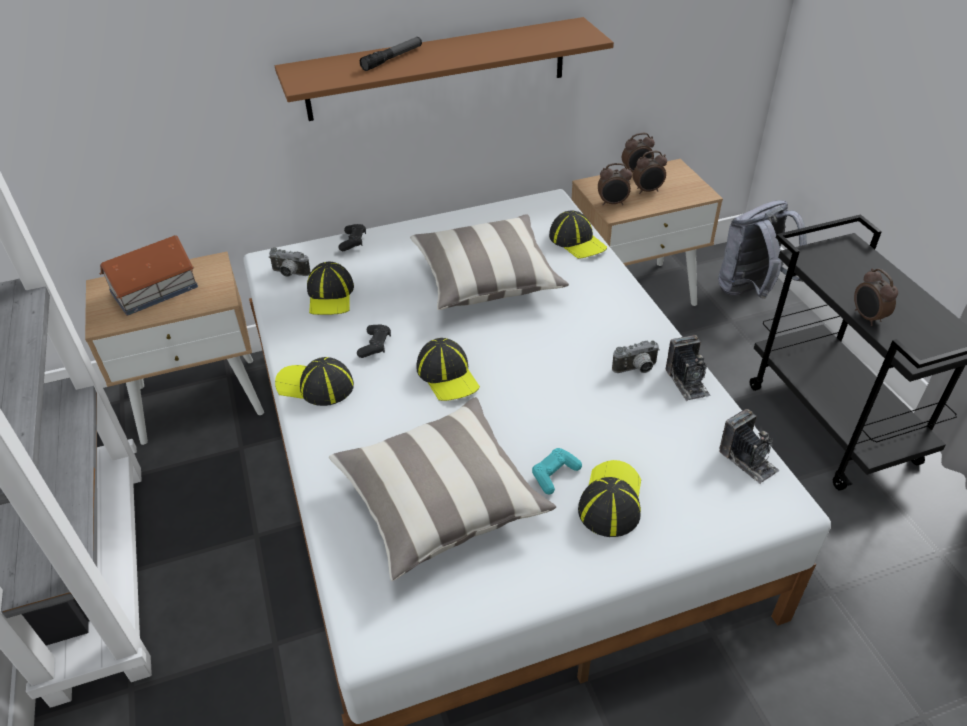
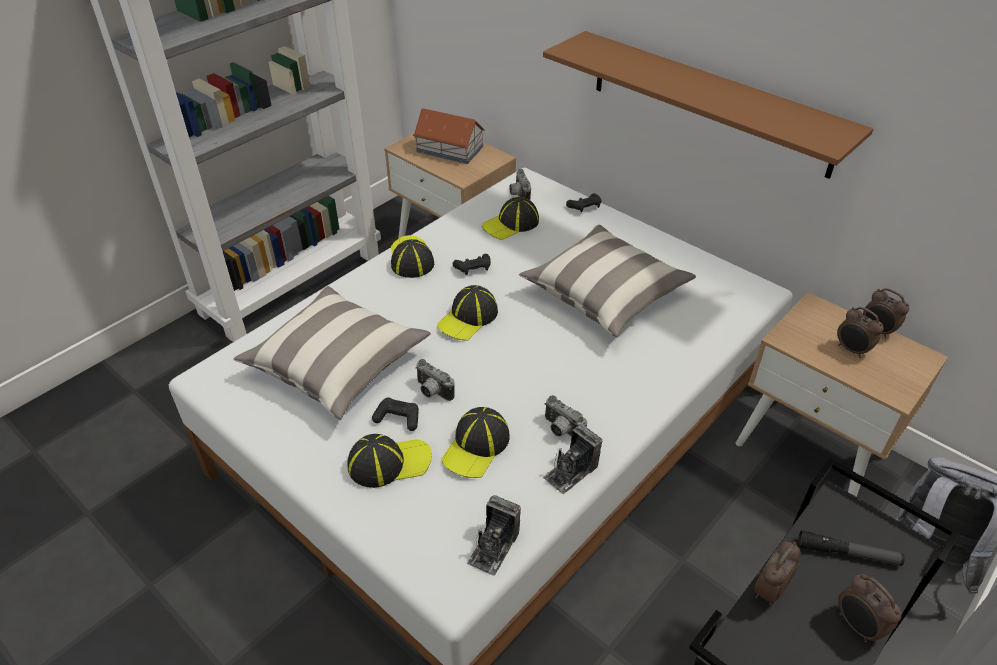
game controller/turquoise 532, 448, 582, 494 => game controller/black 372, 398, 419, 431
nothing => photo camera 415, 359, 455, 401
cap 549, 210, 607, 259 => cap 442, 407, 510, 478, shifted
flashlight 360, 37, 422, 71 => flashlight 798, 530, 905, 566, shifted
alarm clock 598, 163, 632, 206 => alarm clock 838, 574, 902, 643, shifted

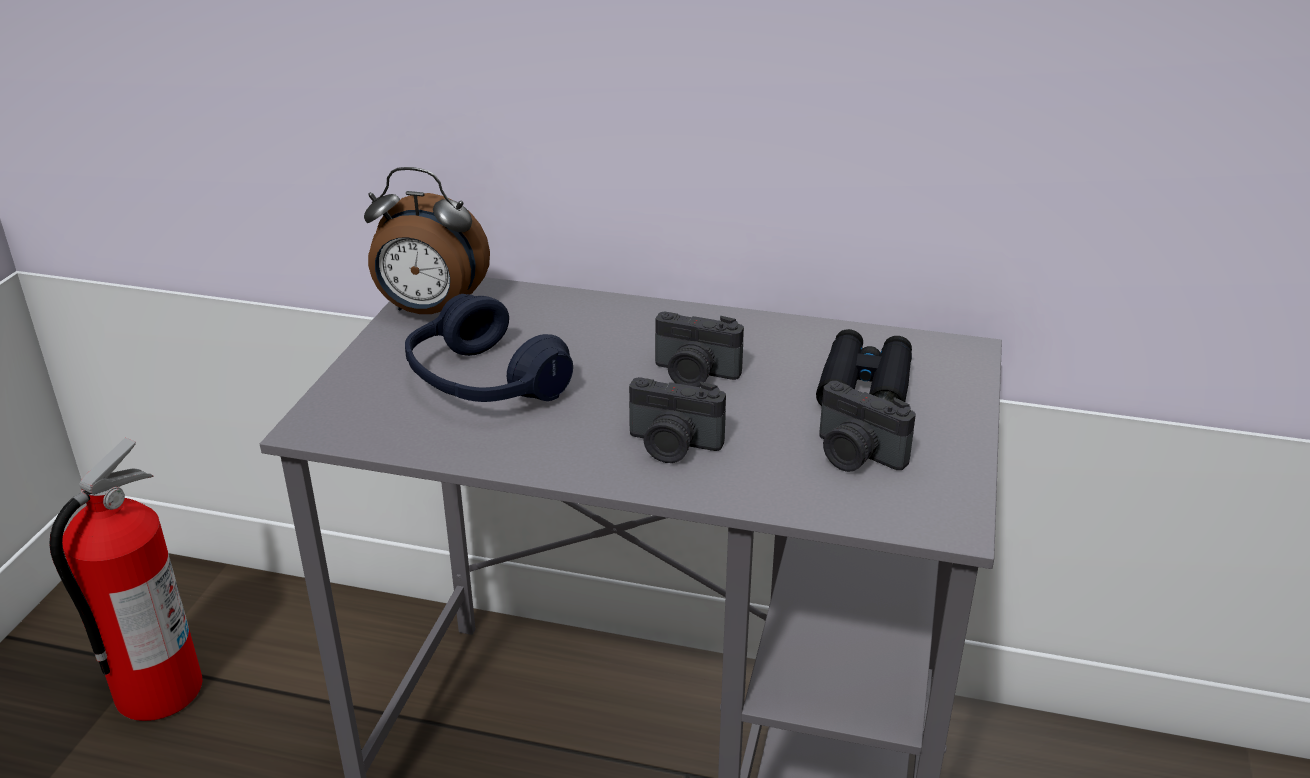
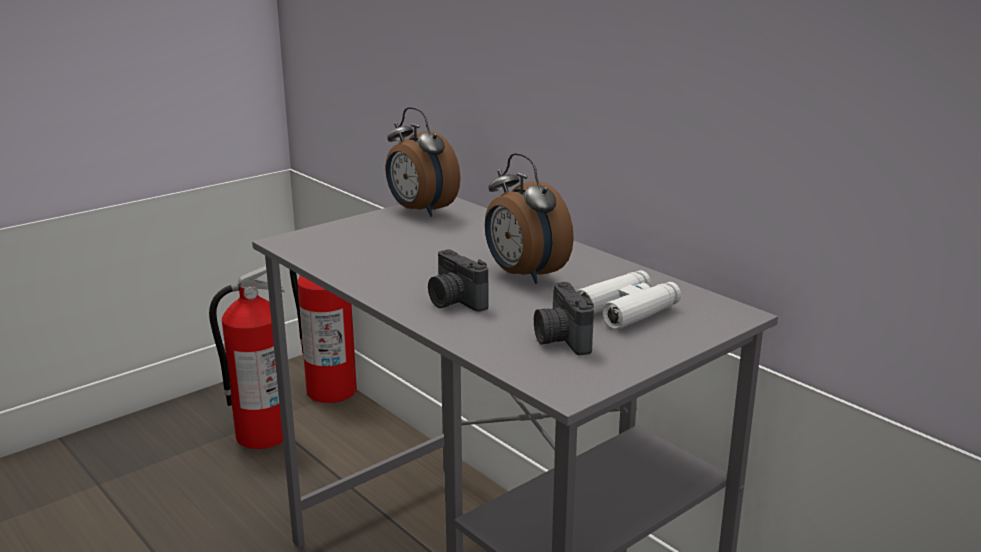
nothing => fire extinguisher 290, 270, 357, 403
photo camera 655, 311, 744, 387 => alarm clock 485, 153, 574, 284
binoculars/black 816, 329, 912, 406 => binoculars/white 576, 270, 681, 330
headphones/blue 405, 294, 573, 402 => nothing

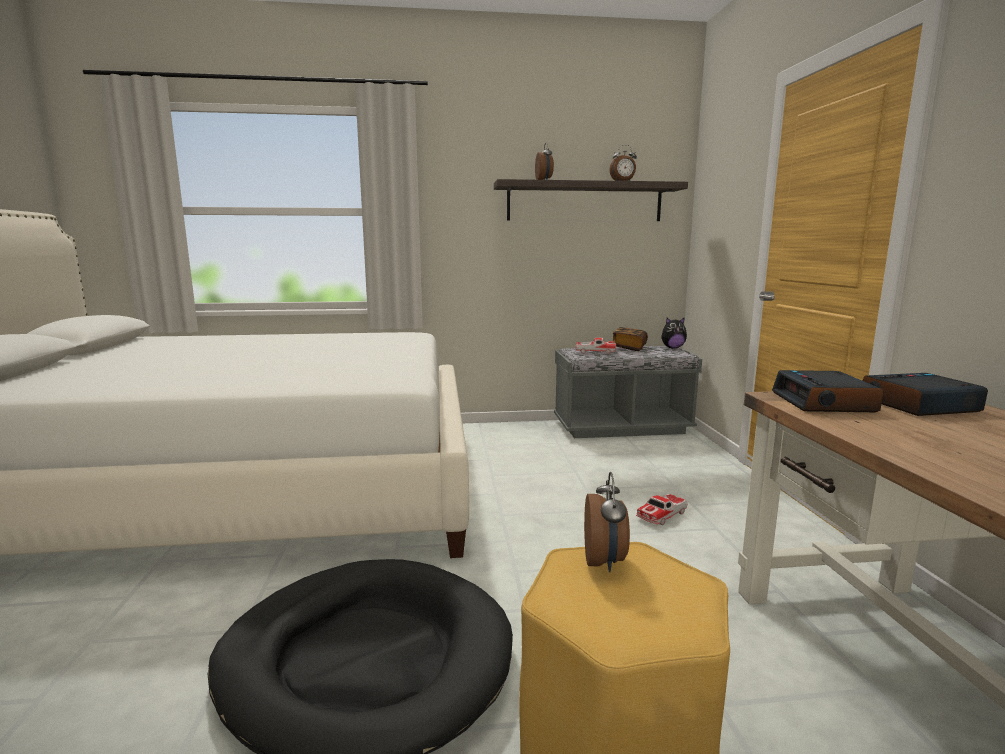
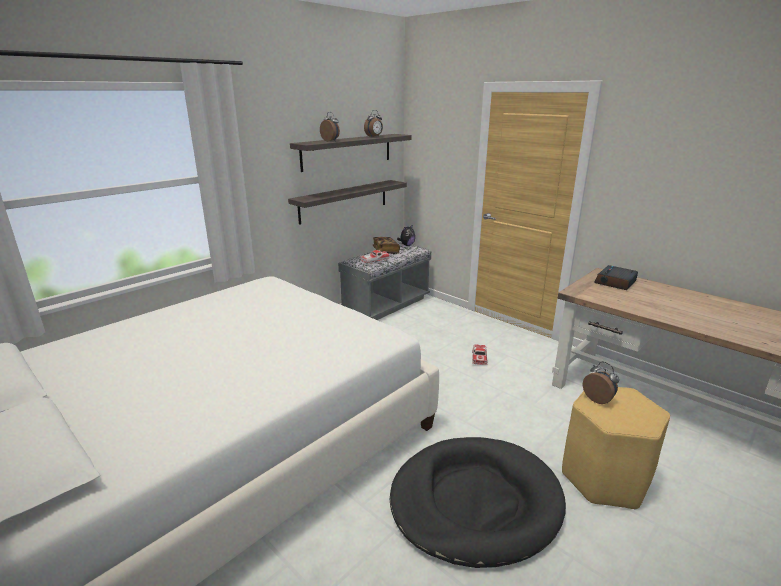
nothing => shelf 288, 180, 407, 225
alarm clock 772, 370, 884, 412 => nothing

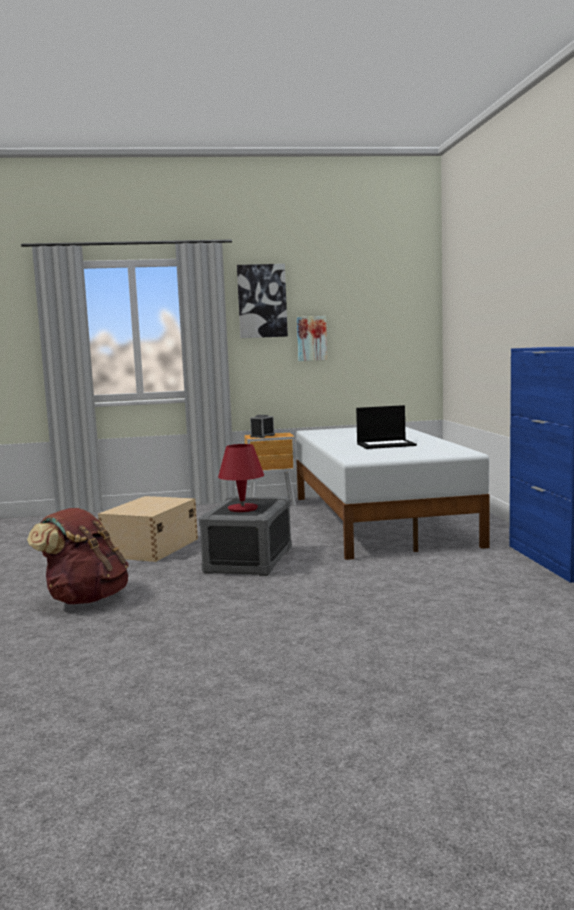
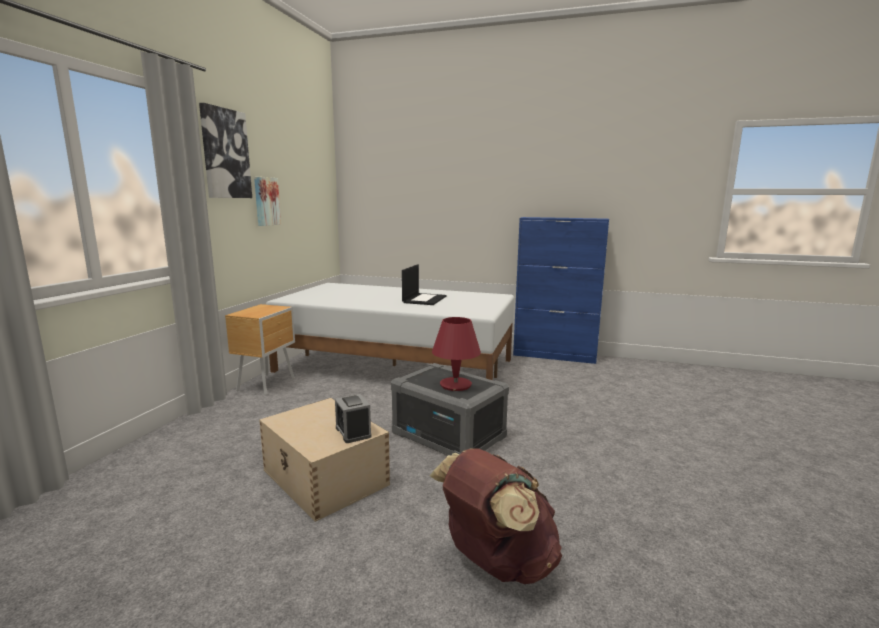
alarm clock 250, 415, 275, 438 => alarm clock 335, 394, 372, 443, shifted

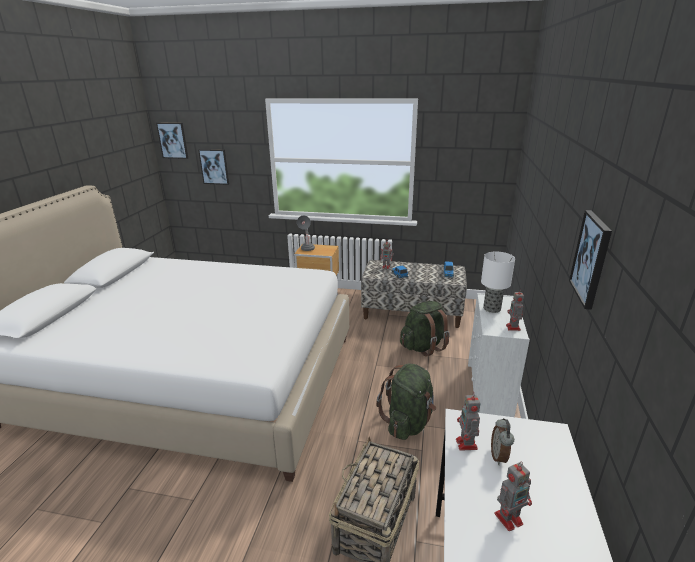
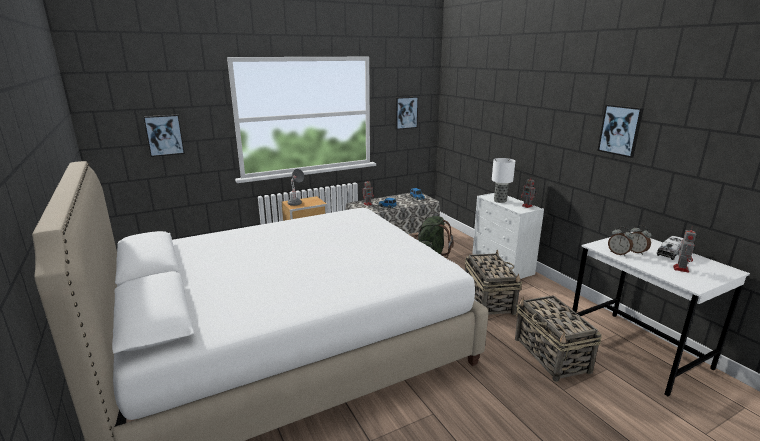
picture 156, 123, 188, 159 => picture 396, 97, 418, 130, shifted
backpack/green 376, 364, 436, 440 => basket 465, 249, 522, 315
toy robot 456, 395, 480, 451 => alarm clock 608, 227, 634, 256
nothing => toy truck 657, 236, 684, 260

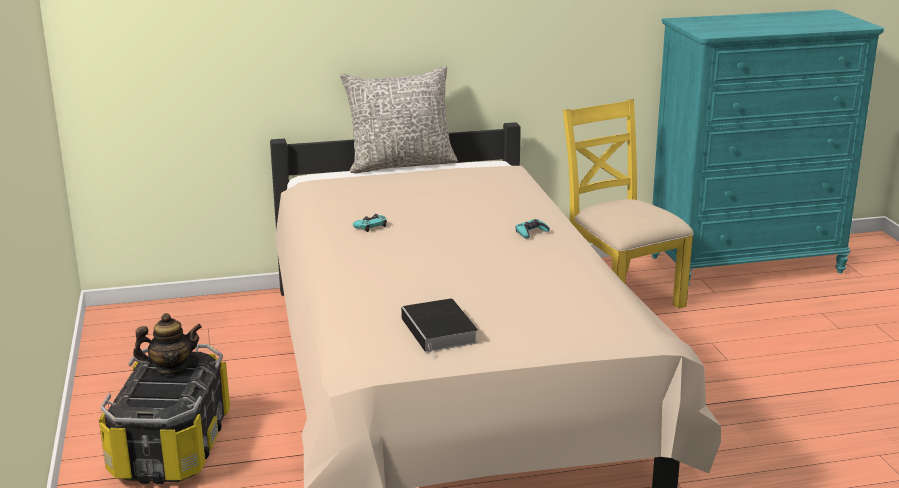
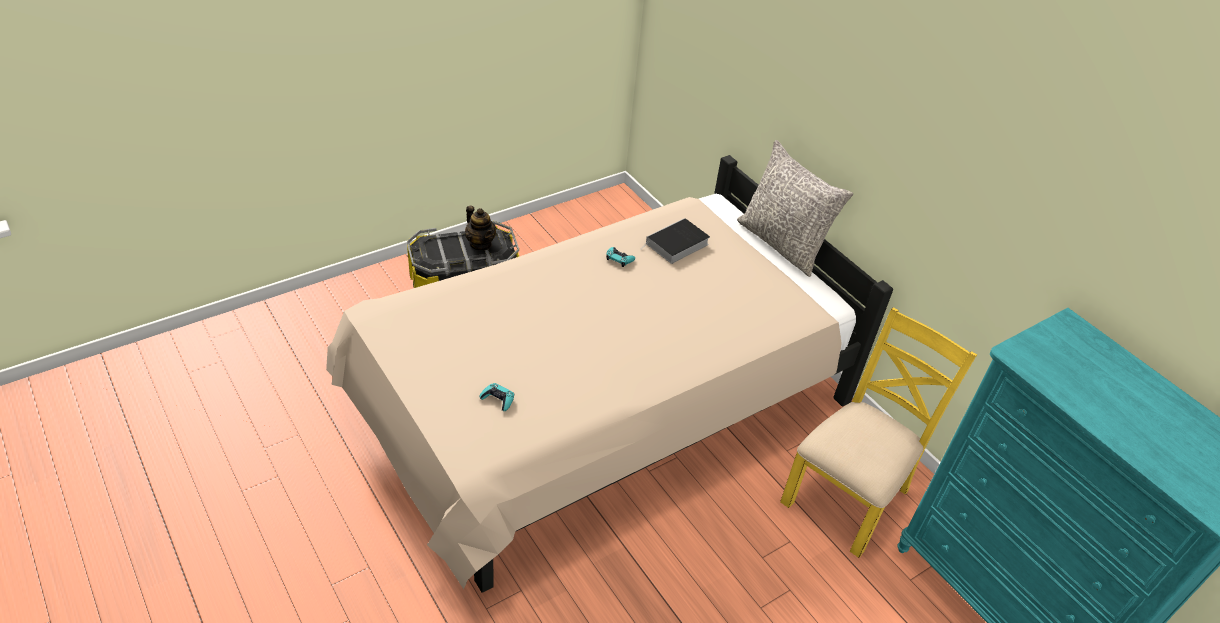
game controller/turquoise 515, 219, 550, 239 => game controller/turquoise 480, 383, 514, 411, shifted
book 401, 298, 478, 358 => book 640, 218, 710, 264, shifted

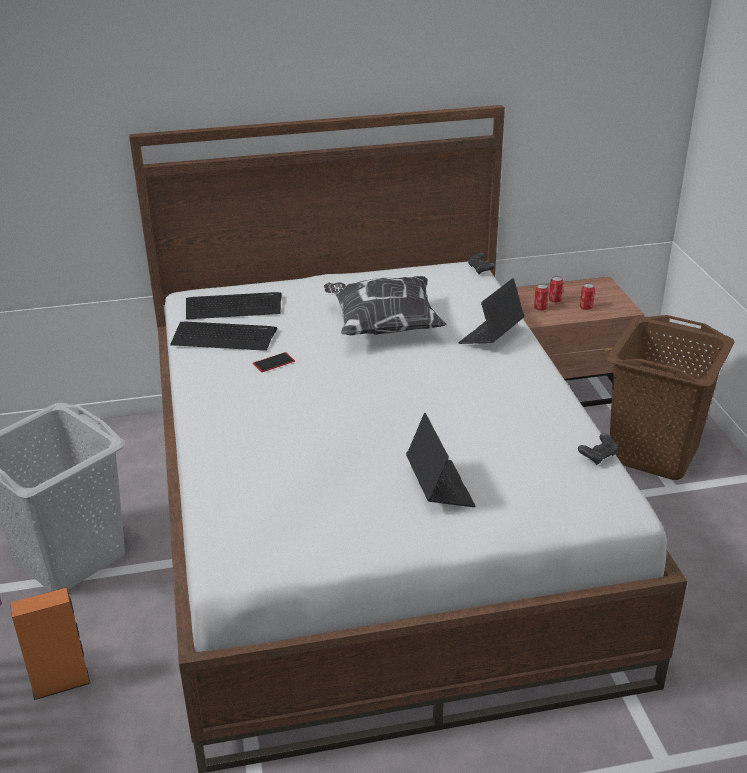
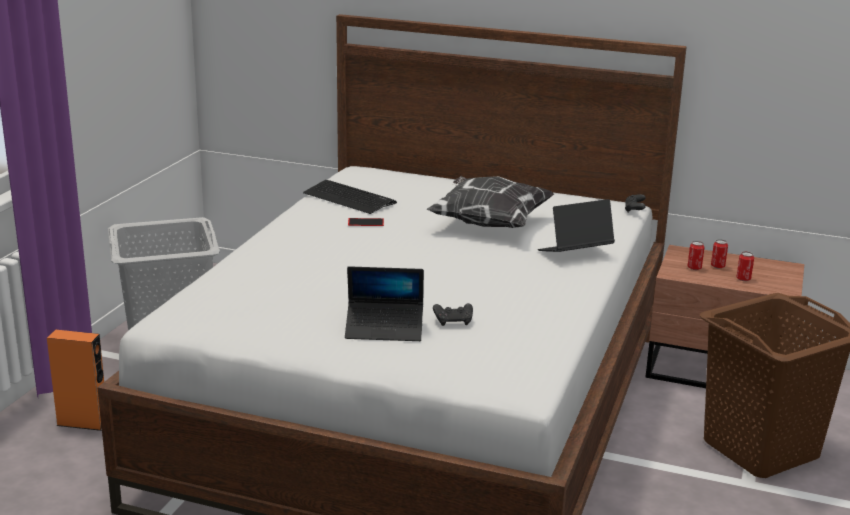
laptop 406, 413, 475, 507 => laptop 345, 266, 424, 341, 75 degrees clockwise
game controller/black 578, 433, 618, 465 => game controller/black 433, 303, 473, 326, shifted
keyboard 186, 292, 282, 320 => nothing

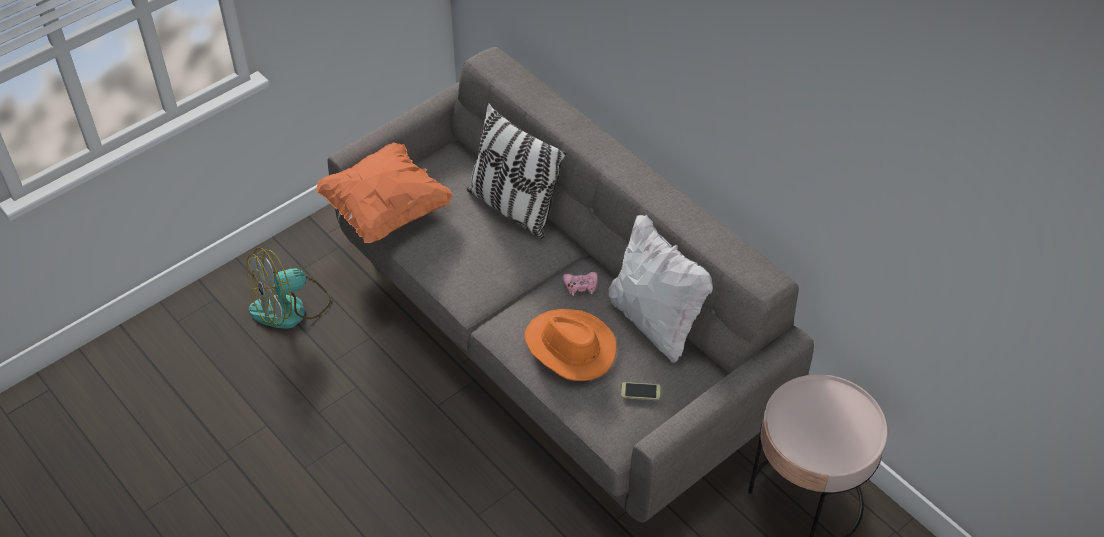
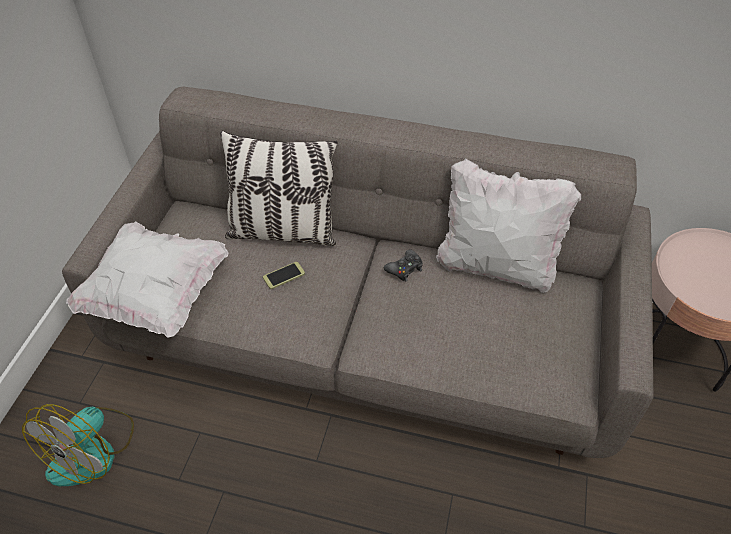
pillow/orange 317, 142, 453, 243 => pillow/white 66, 221, 228, 338
phone 621, 382, 660, 400 => phone 263, 262, 305, 289, shifted
game controller/pink 563, 272, 598, 296 => game controller/black 384, 249, 423, 281
hat/orange 525, 309, 617, 381 => nothing

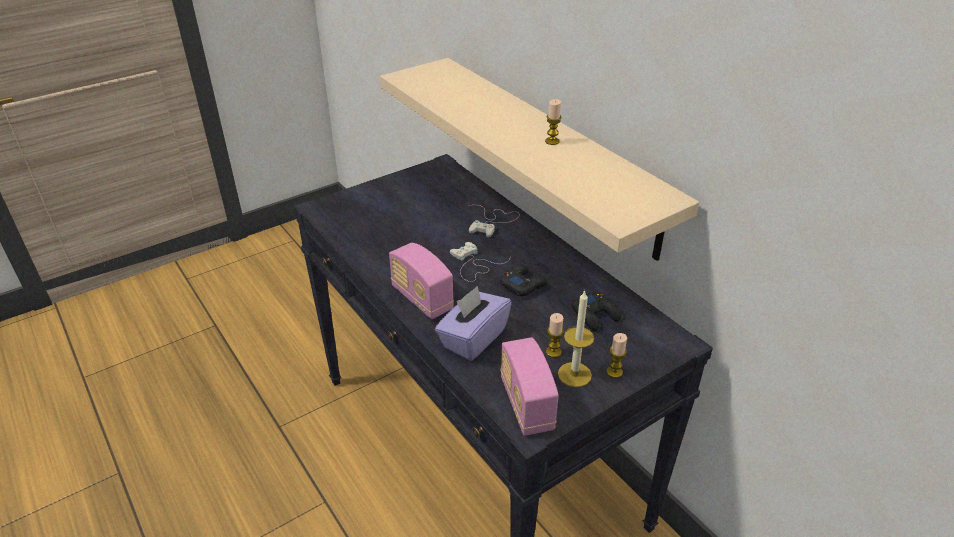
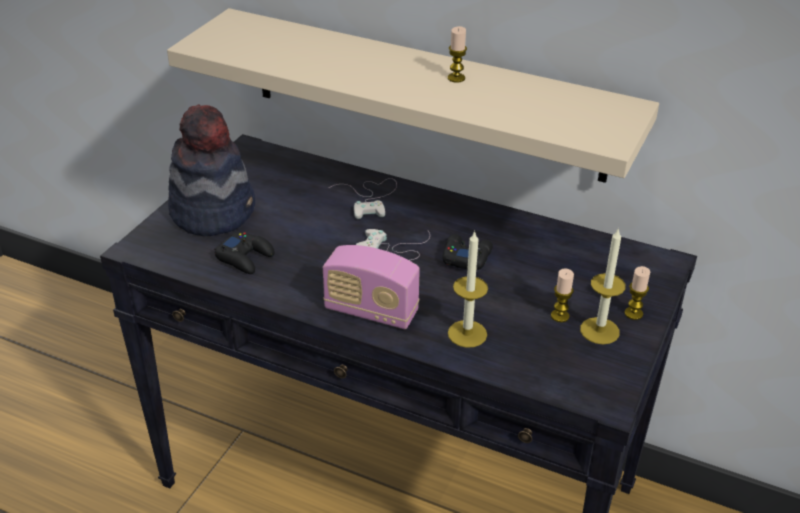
nothing => hat 168, 104, 255, 236
game controller/black 572, 291, 621, 331 => game controller/black 214, 232, 275, 274, shifted
tissue box/purple 435, 286, 512, 361 => candle 448, 230, 488, 348
radio 500, 337, 559, 436 => nothing

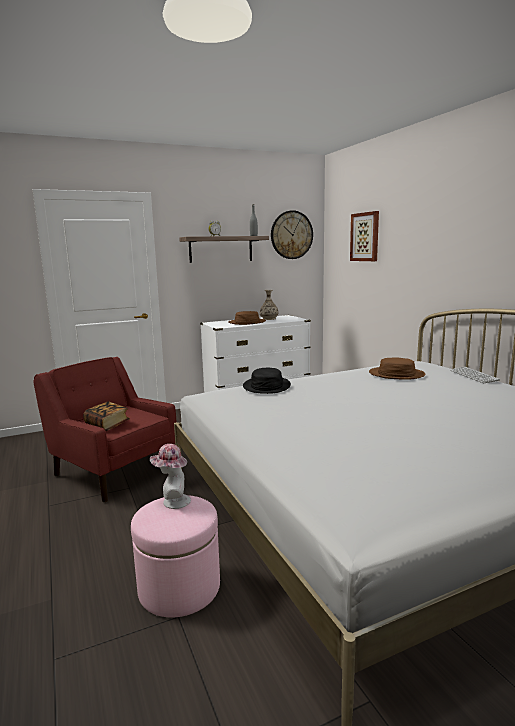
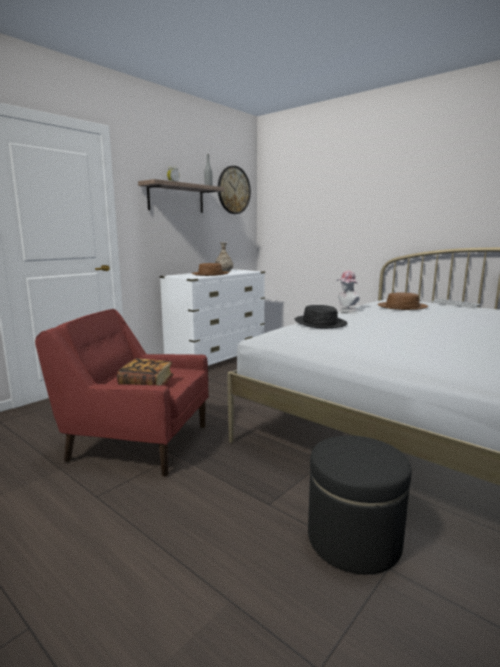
ottoman/pink 131, 495, 220, 617 => ottoman/black 308, 436, 411, 575
hat 150, 444, 191, 509 => hat 337, 271, 360, 312, shifted
picture 350, 211, 379, 261 => nothing

